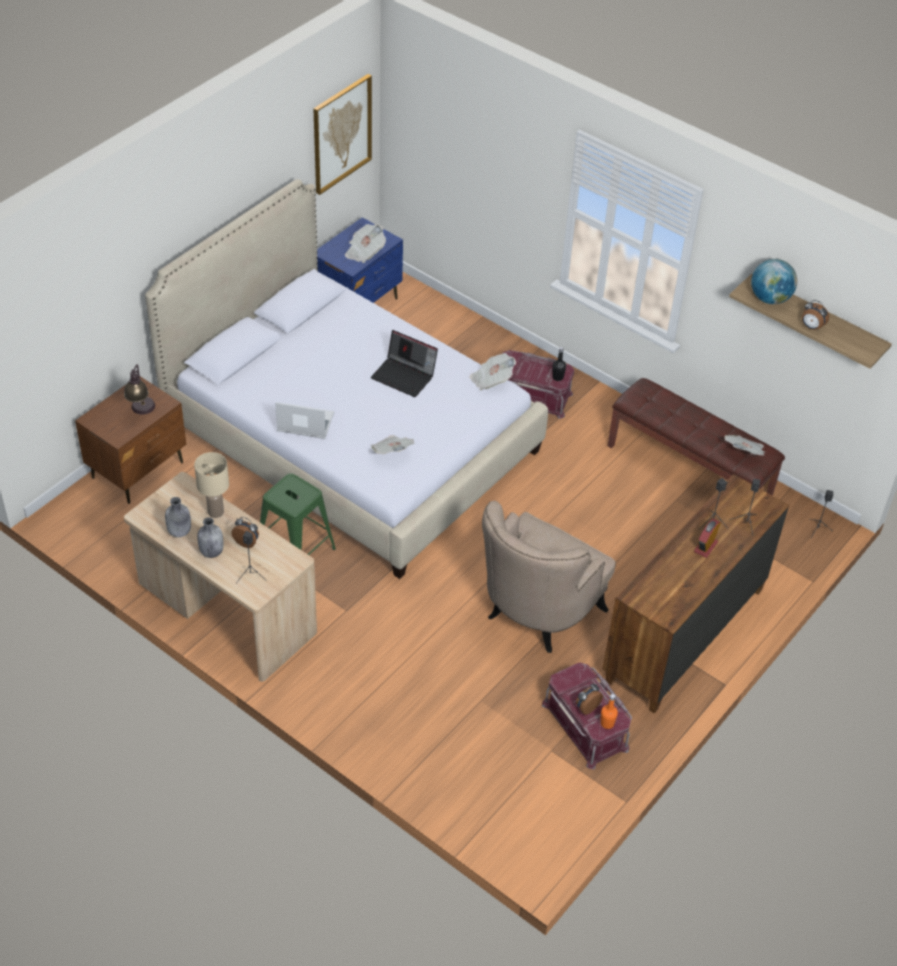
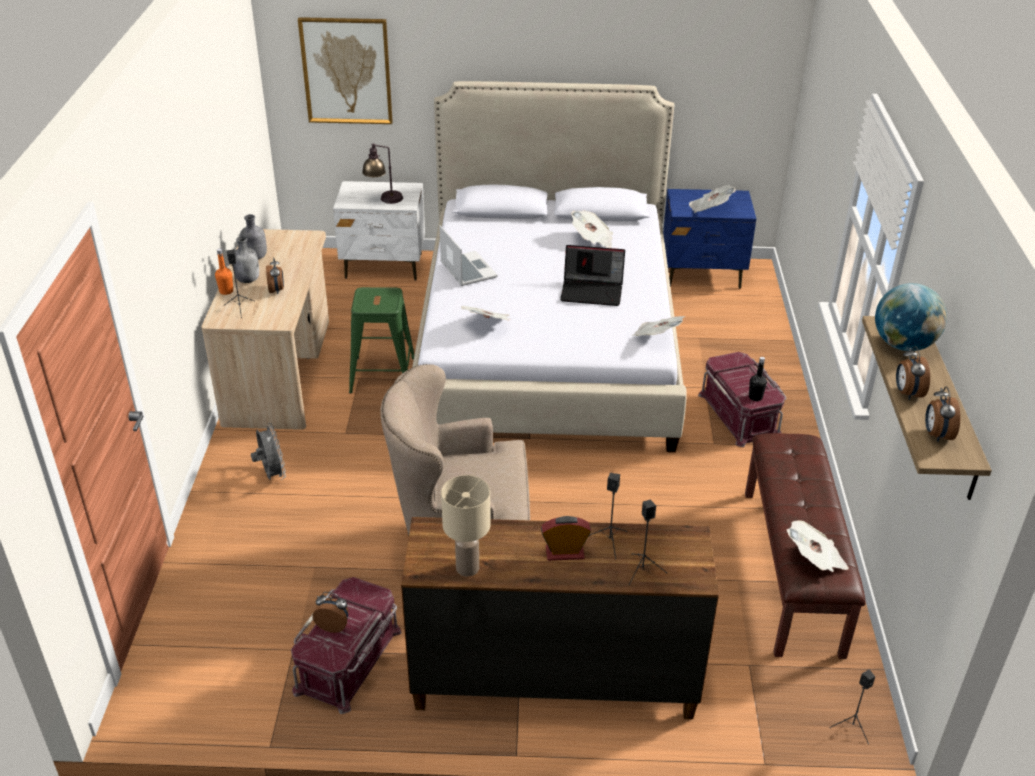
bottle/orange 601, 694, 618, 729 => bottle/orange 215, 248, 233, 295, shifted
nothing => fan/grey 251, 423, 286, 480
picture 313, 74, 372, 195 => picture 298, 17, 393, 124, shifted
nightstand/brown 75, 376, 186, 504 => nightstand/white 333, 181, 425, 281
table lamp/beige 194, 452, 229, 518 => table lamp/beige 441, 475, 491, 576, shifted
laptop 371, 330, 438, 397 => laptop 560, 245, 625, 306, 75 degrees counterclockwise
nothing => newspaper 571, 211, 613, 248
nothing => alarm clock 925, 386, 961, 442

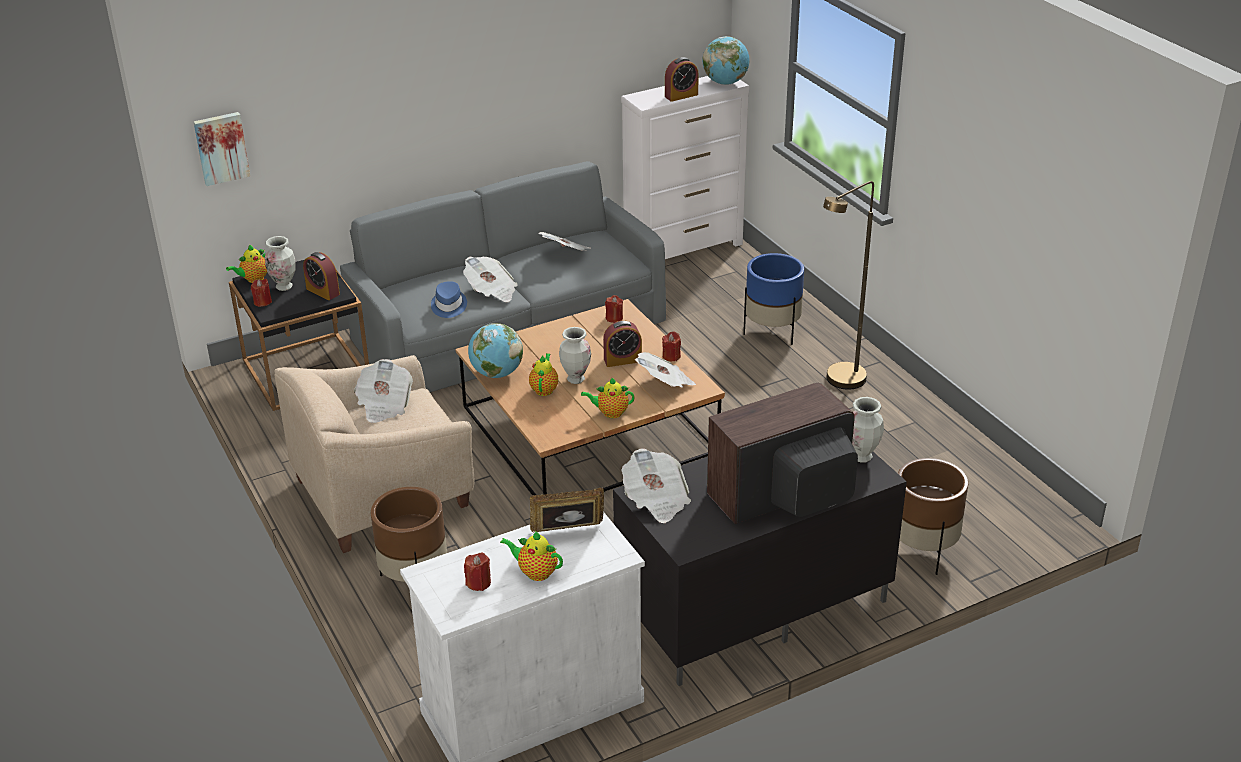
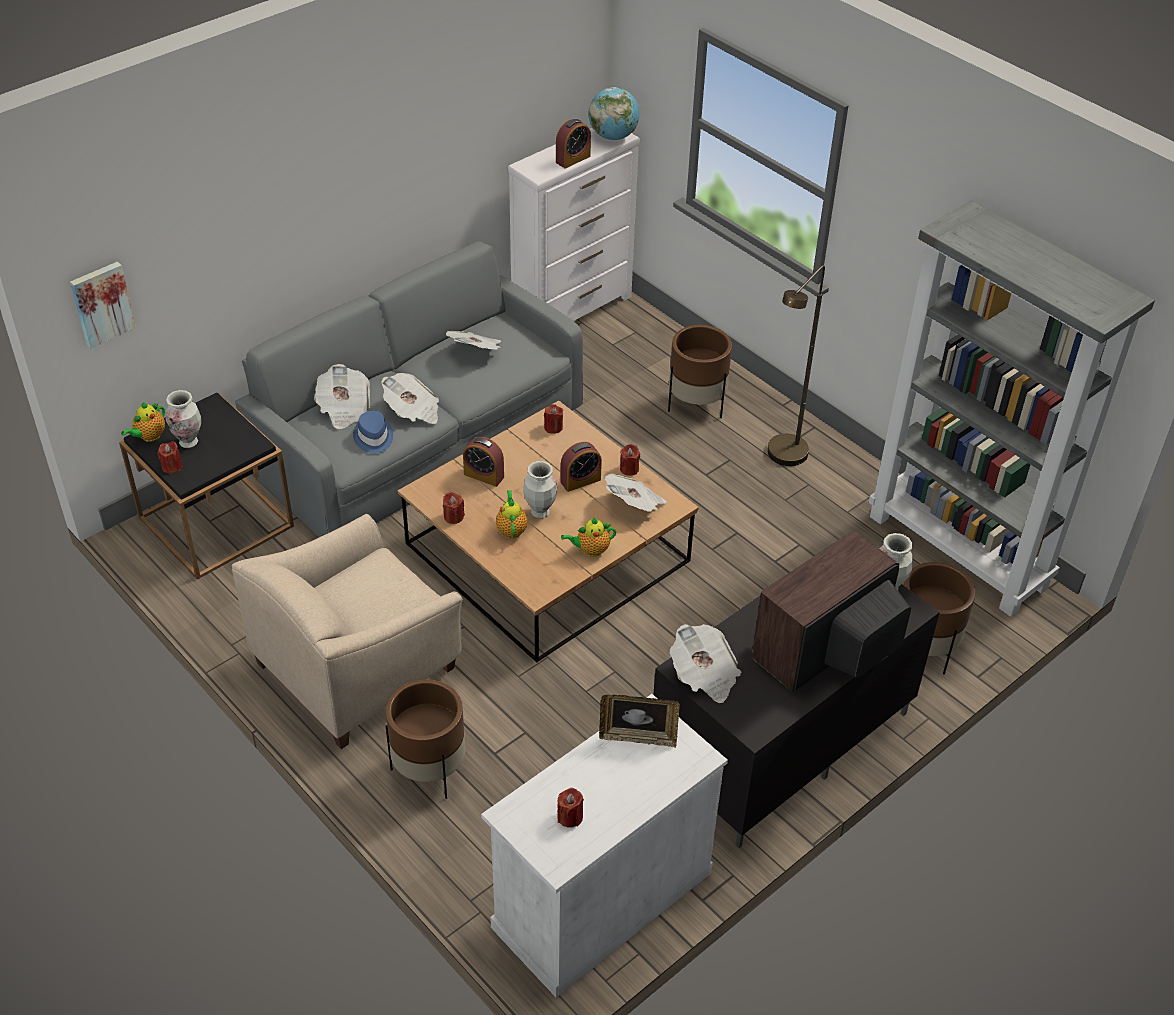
newspaper 354, 359, 413, 423 => newspaper 314, 364, 370, 429, shifted
globe 468, 323, 523, 378 => candle/red 443, 492, 465, 524
alarm clock 303, 252, 340, 300 => alarm clock 463, 437, 504, 487, shifted
picture frame 530, 487, 604, 533 => picture frame 599, 695, 680, 748, 150 degrees counterclockwise
planter/blue 743, 253, 804, 345 => planter/brown 668, 325, 732, 418
nothing => bookcase/grey 868, 200, 1155, 617
teapot 500, 531, 563, 581 => nothing

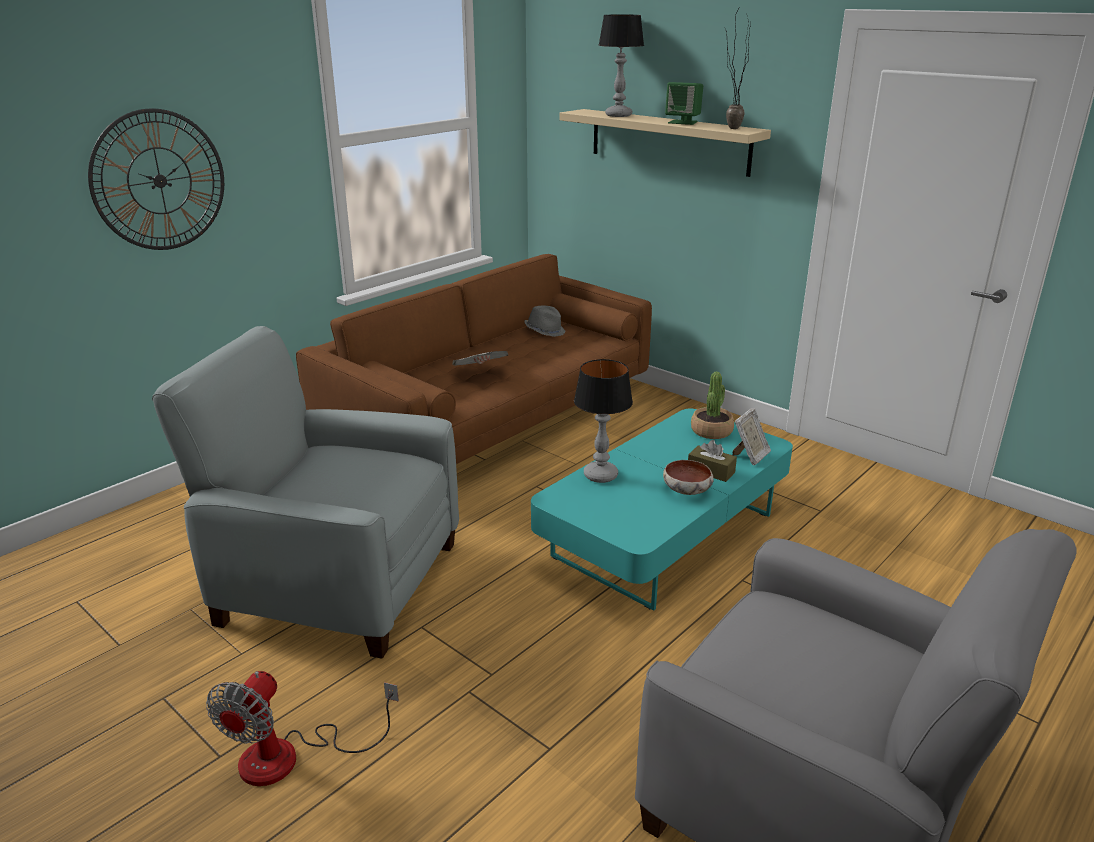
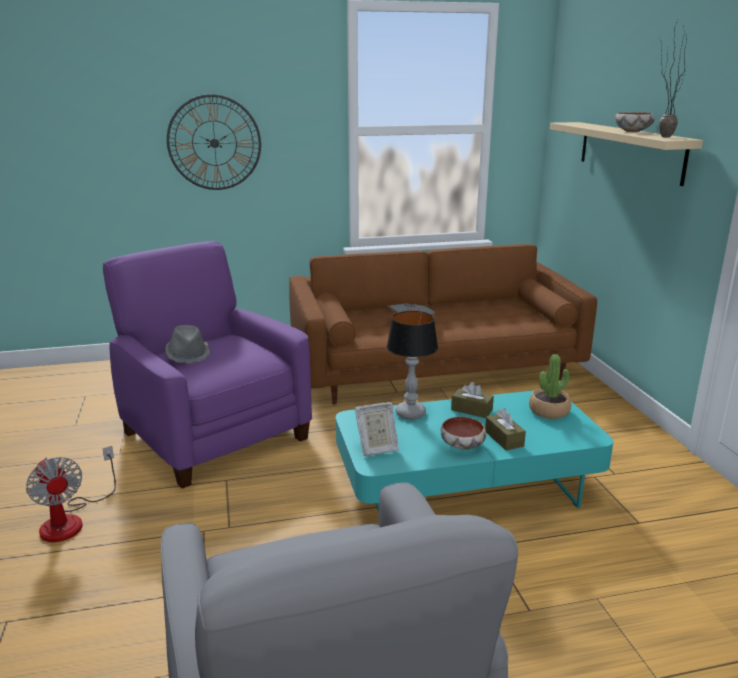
fan 206, 671, 399, 786 => fan 26, 446, 116, 542, 90 degrees counterclockwise
armchair/grey 152, 326, 459, 659 => armchair/purple 103, 241, 312, 488
hat/grey 524, 306, 566, 337 => hat/grey 165, 325, 210, 363, shifted
picture frame 732, 408, 771, 465 => picture frame 355, 402, 399, 456, shifted
nothing => tissue box/brown 451, 382, 494, 418
speaker/green 665, 82, 703, 125 => bowl 615, 112, 655, 132
table lamp 598, 14, 644, 117 => nothing

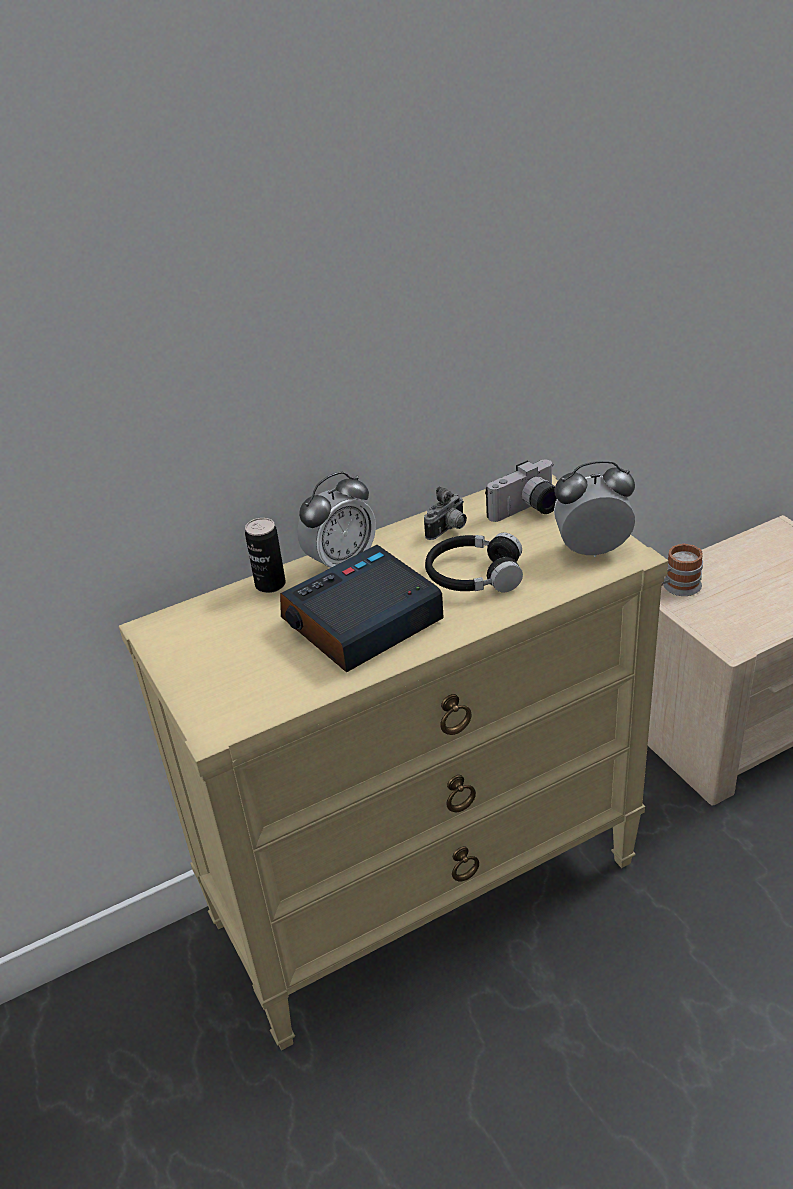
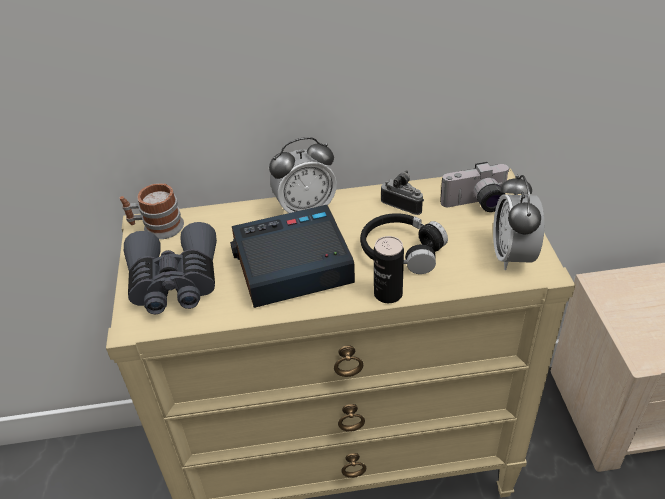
mug 661, 543, 703, 596 => mug 120, 183, 184, 239, shifted
nothing => binoculars/grey 124, 222, 217, 314
can 245, 518, 286, 593 => can 374, 236, 404, 303, shifted
photo camera 424, 486, 467, 540 => photo camera 381, 170, 424, 215, 120 degrees counterclockwise
alarm clock 554, 461, 635, 557 => alarm clock 493, 175, 544, 270, 105 degrees counterclockwise

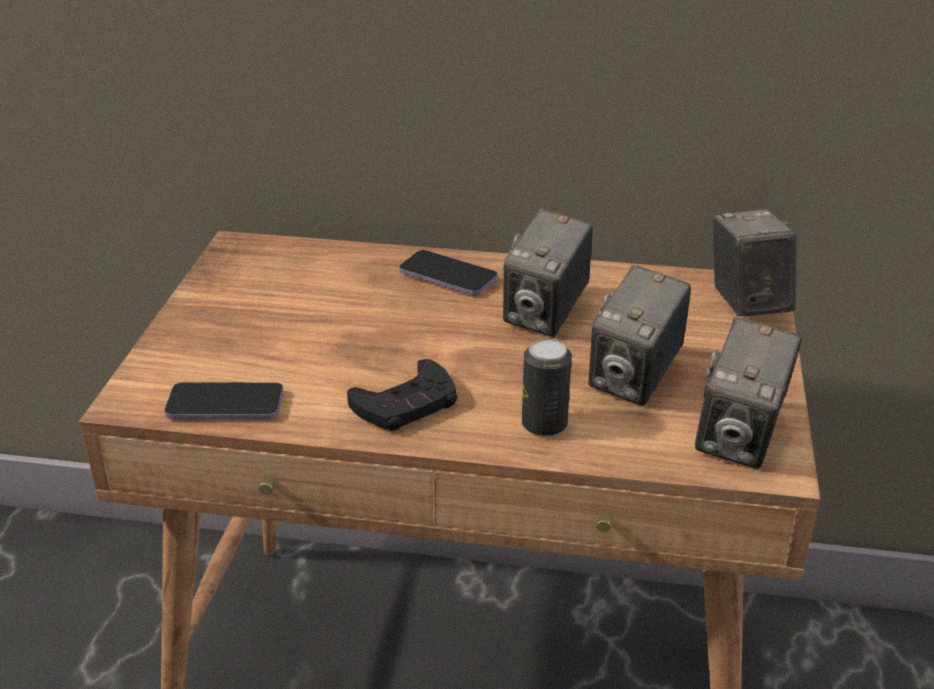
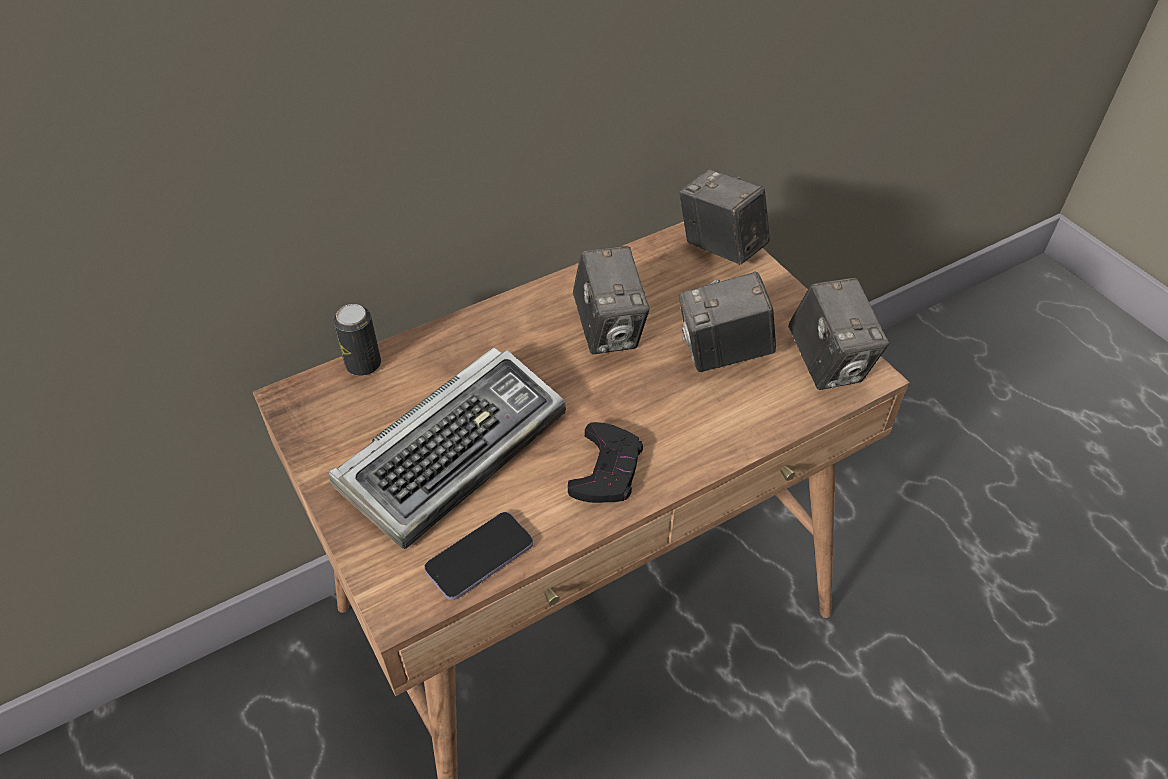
nothing => keyboard 328, 348, 566, 549
can 522, 339, 572, 437 => can 333, 304, 381, 376, shifted
photo camera 588, 265, 691, 406 => photo camera 679, 272, 776, 372, 90 degrees clockwise
phone 399, 250, 498, 295 => nothing

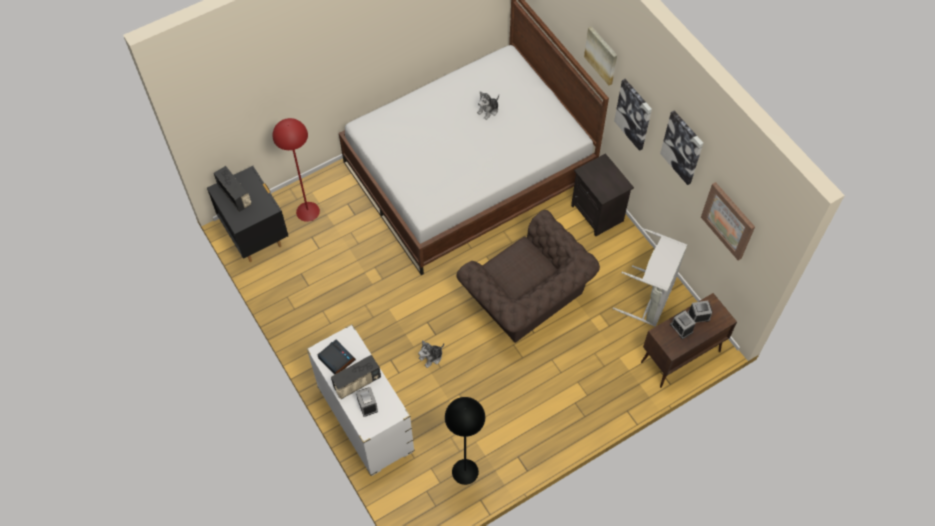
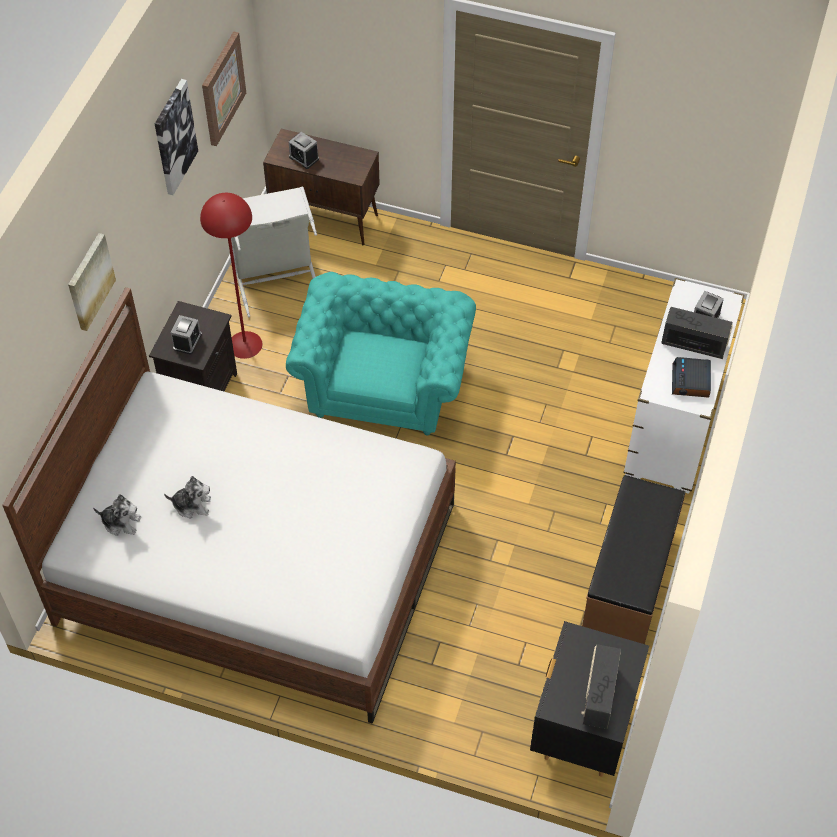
plush toy 418, 340, 444, 368 => plush toy 93, 494, 141, 536, shifted
alarm clock 670, 311, 696, 339 => alarm clock 171, 315, 202, 355, shifted
floor lamp/red 273, 118, 320, 222 => floor lamp/red 200, 193, 262, 359, shifted
armchair/brown 456, 210, 600, 343 => armchair/turquoise 286, 272, 476, 435
nothing => bench/brown 582, 475, 685, 644
floor lamp/black 445, 397, 485, 485 => nothing
picture 614, 79, 652, 151 => nothing

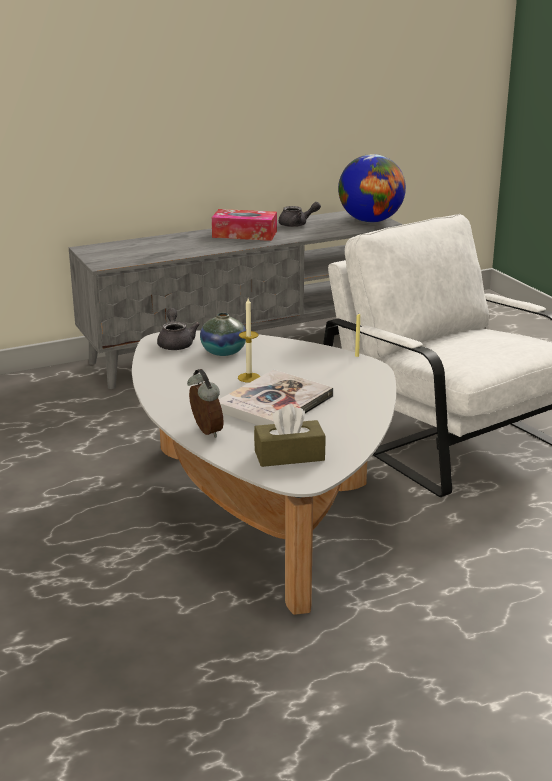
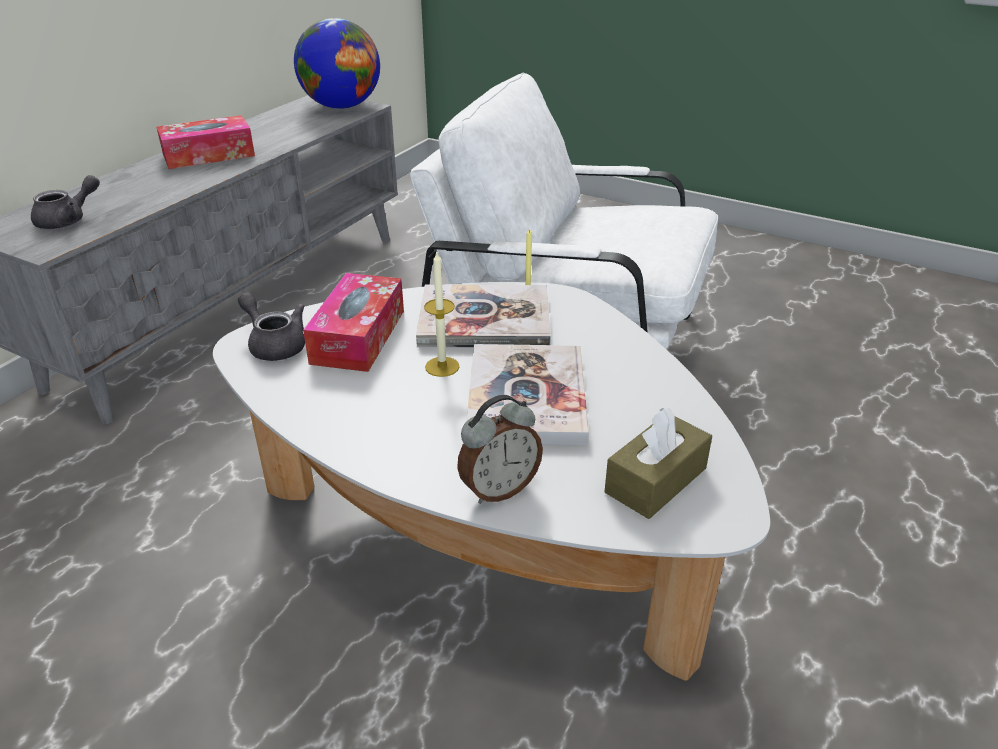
teapot/grey 279, 202, 321, 227 => teapot/grey 31, 175, 100, 229, shifted
vase 200, 313, 246, 356 => tissue box 303, 273, 404, 372
nothing => book 416, 285, 551, 348
alarm clock 187, 369, 224, 438 => alarm clock 457, 395, 543, 504, 120 degrees clockwise

